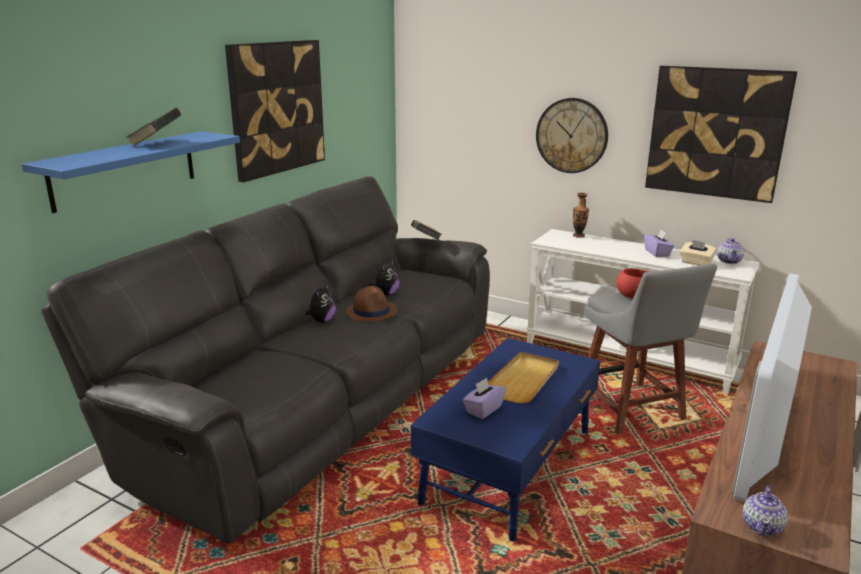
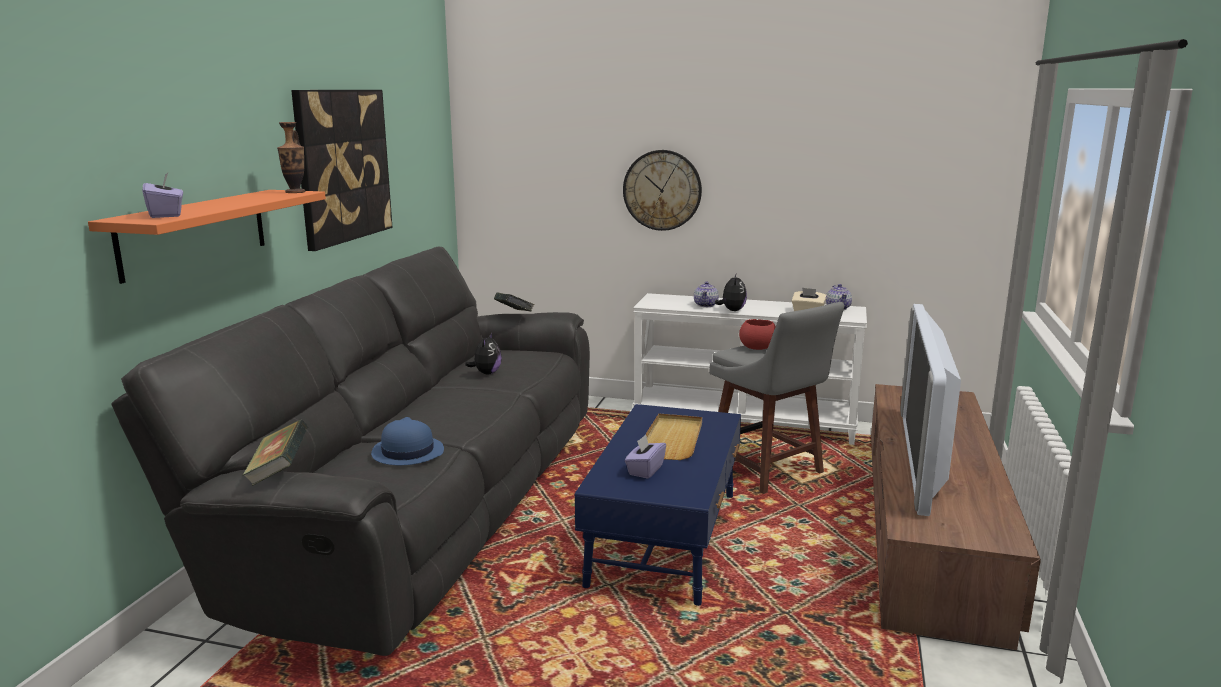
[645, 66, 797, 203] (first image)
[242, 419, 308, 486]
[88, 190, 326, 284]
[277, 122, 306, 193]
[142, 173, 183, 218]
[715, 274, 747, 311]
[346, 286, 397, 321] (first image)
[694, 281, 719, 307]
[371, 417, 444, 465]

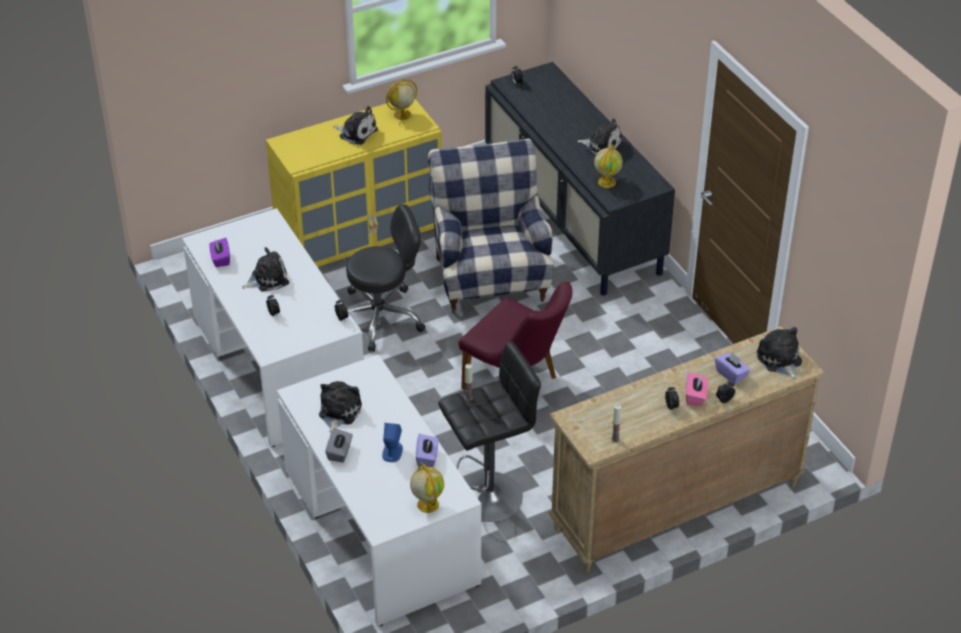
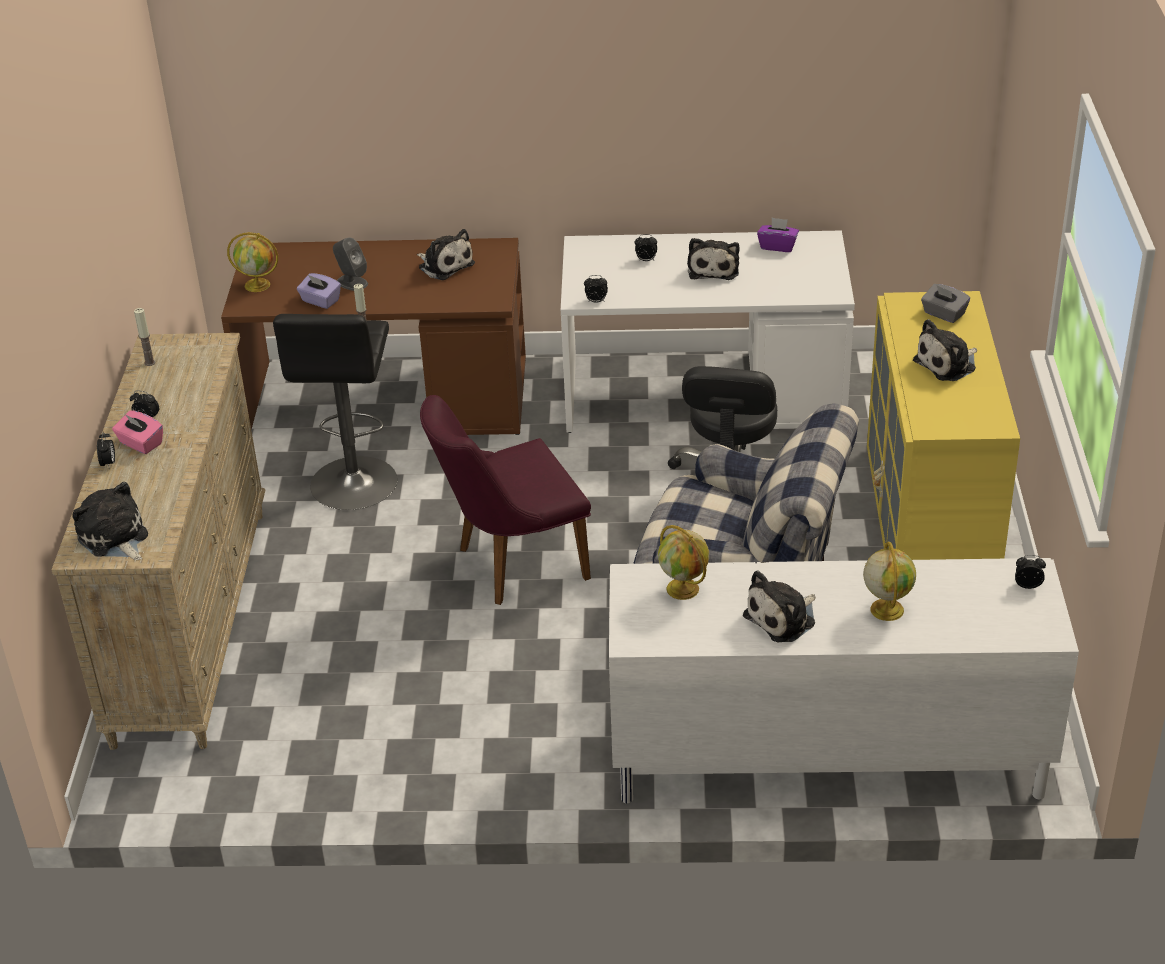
[609, 558, 1079, 803]
[863, 542, 916, 621]
[73, 482, 148, 560]
[715, 352, 750, 384] (first image)
[221, 238, 526, 435]
[333, 237, 368, 291]
[921, 284, 970, 323]

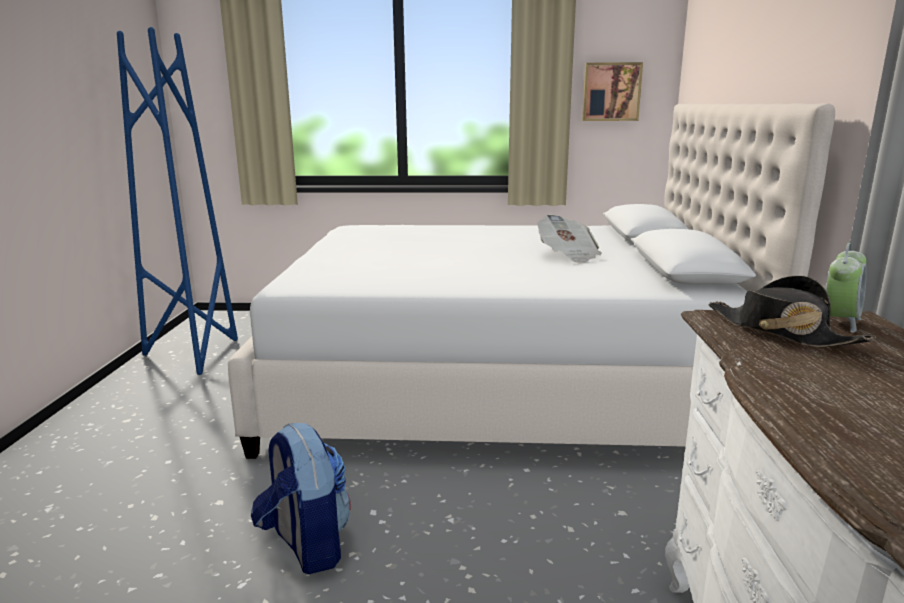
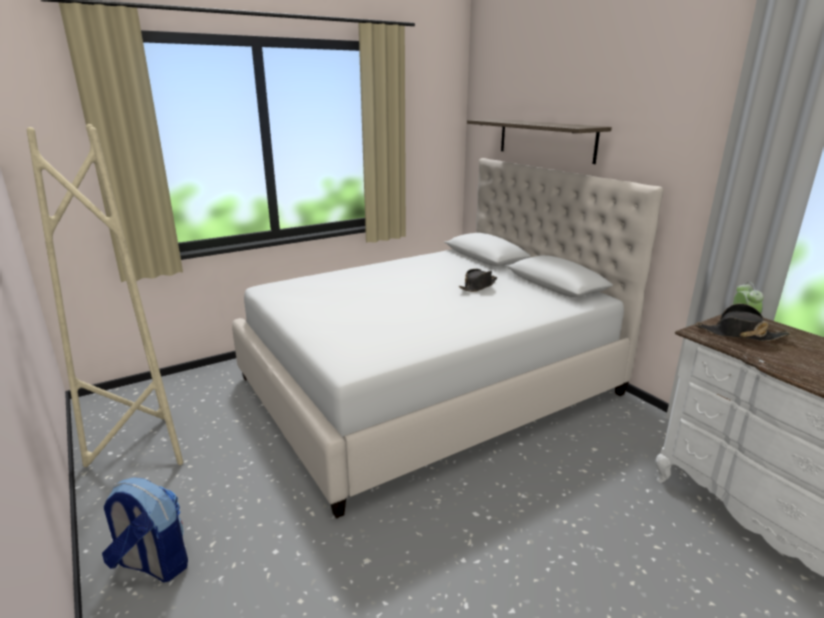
[27, 124, 183, 467]
[582, 62, 643, 121] (first image)
[459, 269, 497, 292]
[102, 477, 188, 582]
[467, 119, 612, 164]

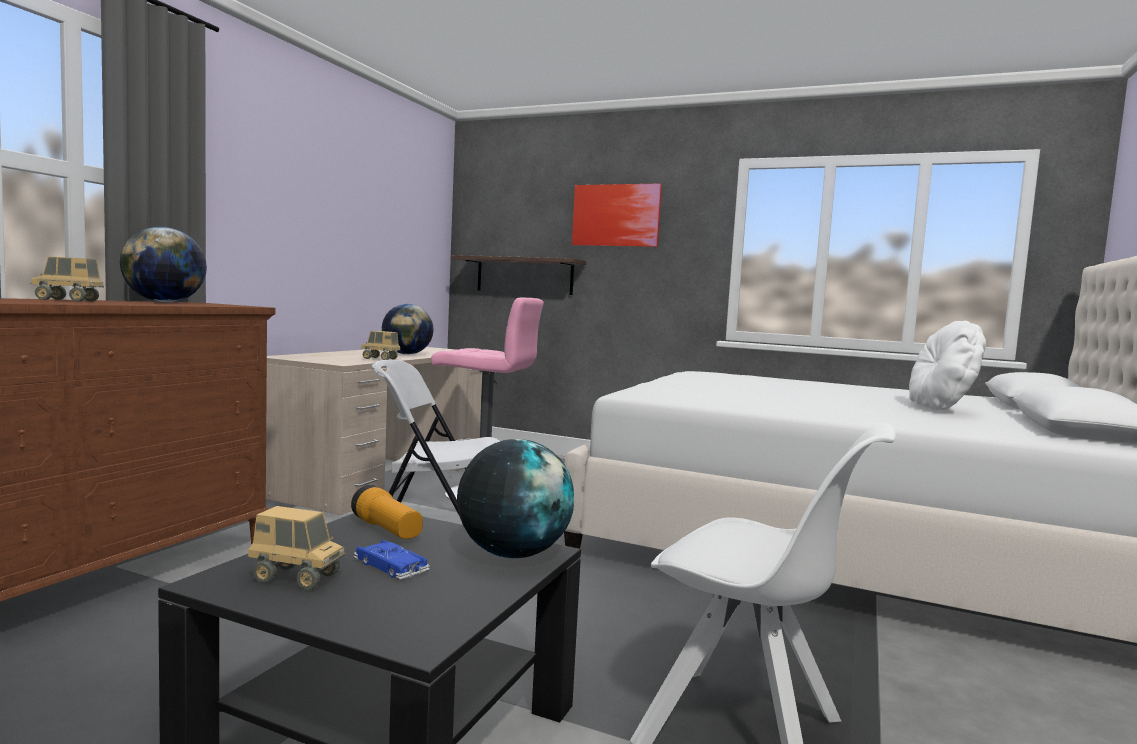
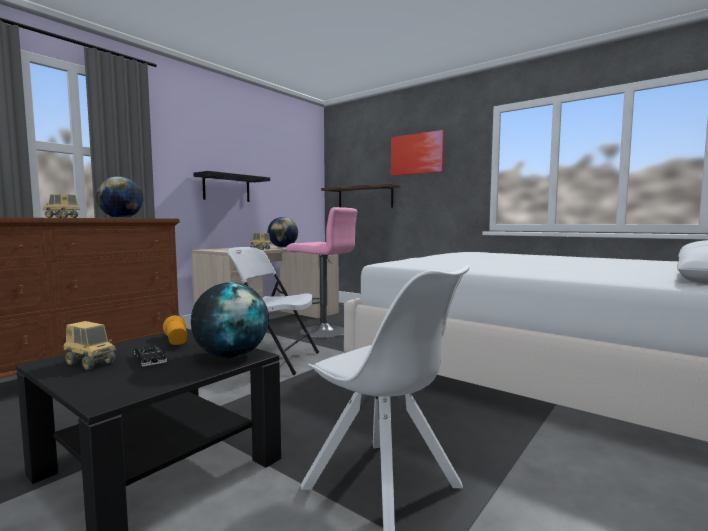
[909, 321, 986, 410] (first image)
[134, 344, 167, 367]
[193, 171, 270, 202]

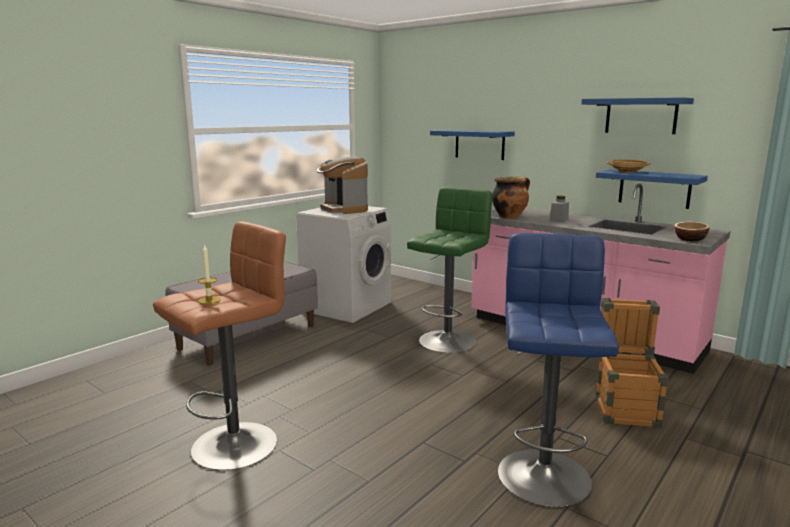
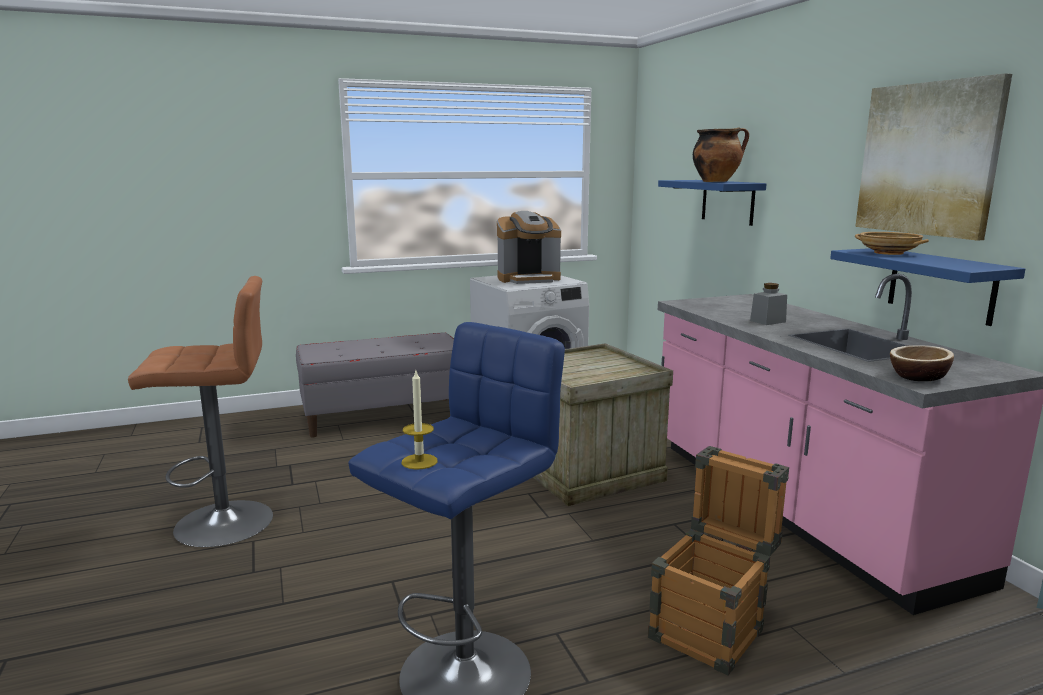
[855, 73, 1012, 241]
[497, 211, 561, 284]
[693, 127, 749, 182]
[533, 343, 673, 506]
[402, 371, 437, 470]

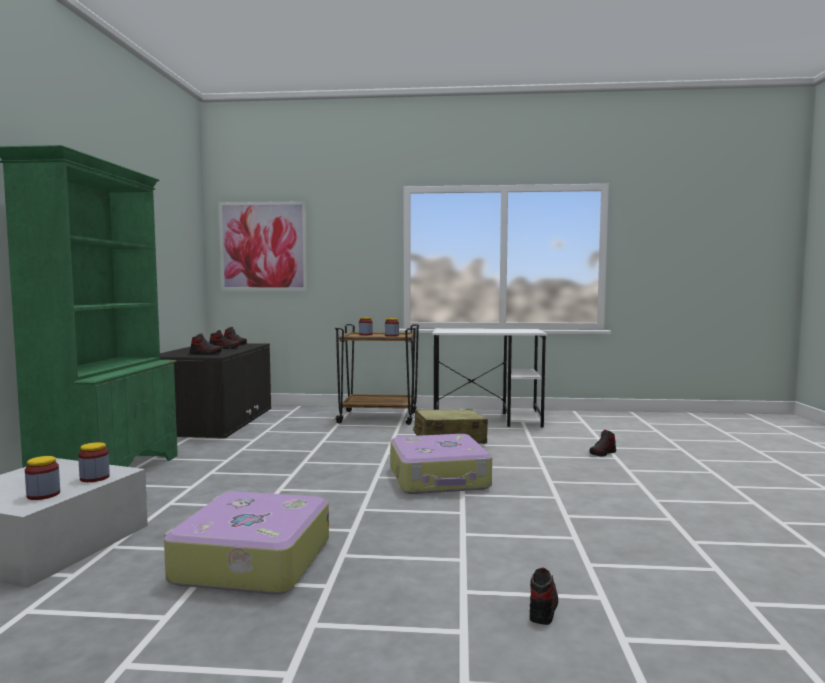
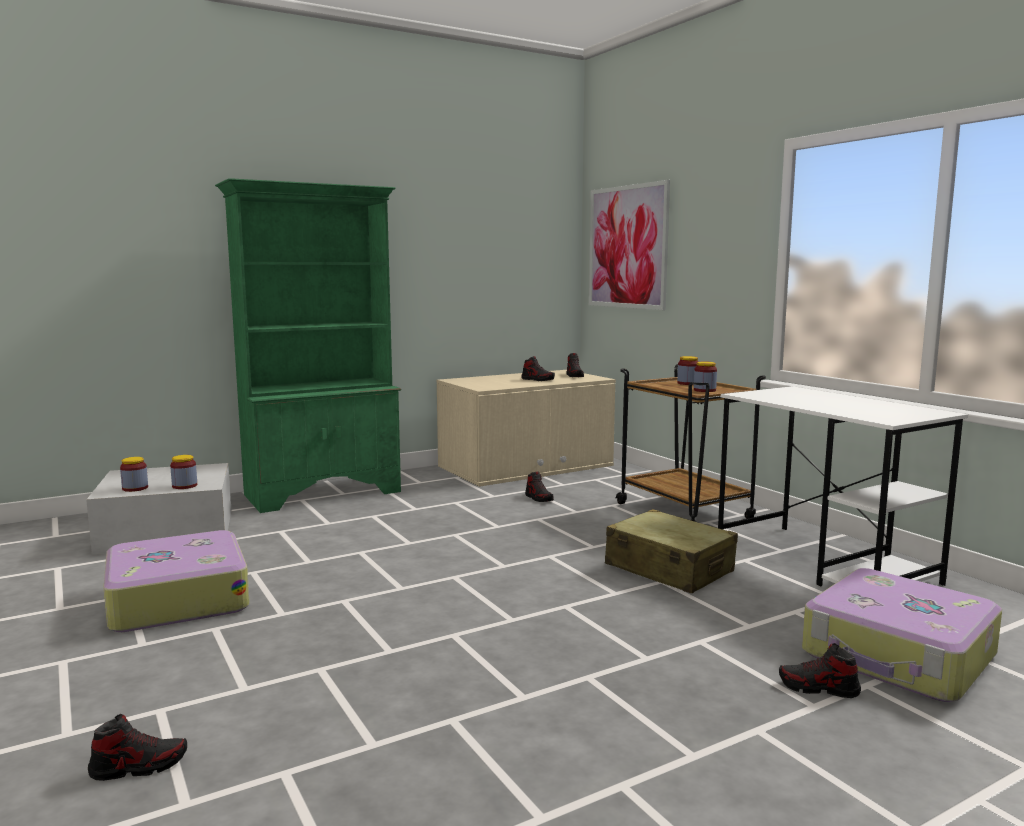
[525, 472, 554, 502]
[437, 370, 616, 487]
[802, 568, 1002, 702]

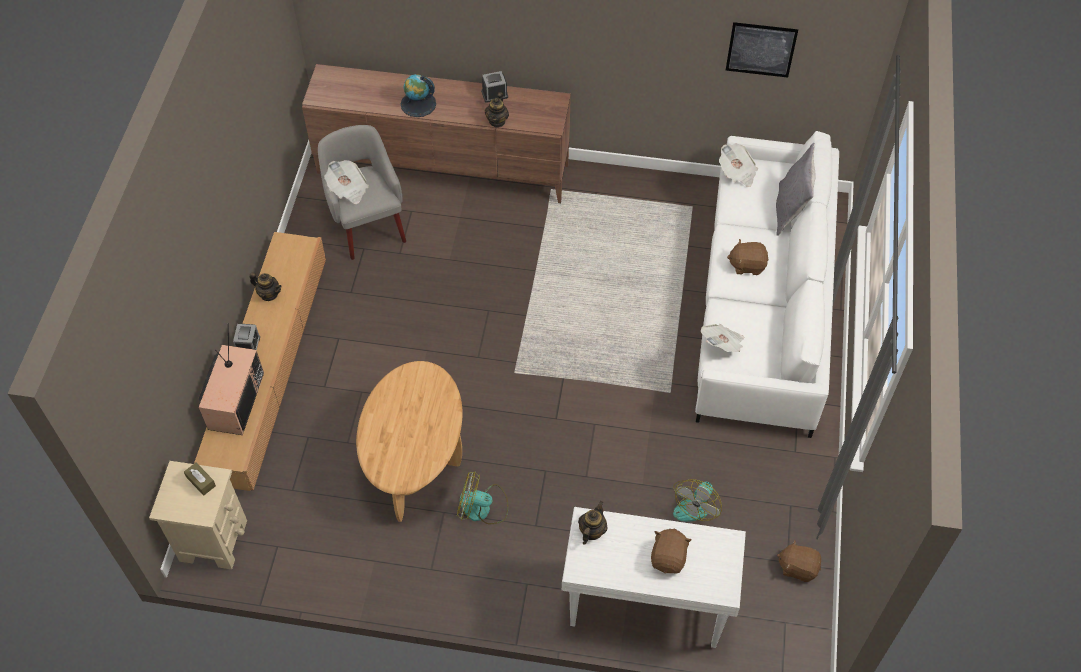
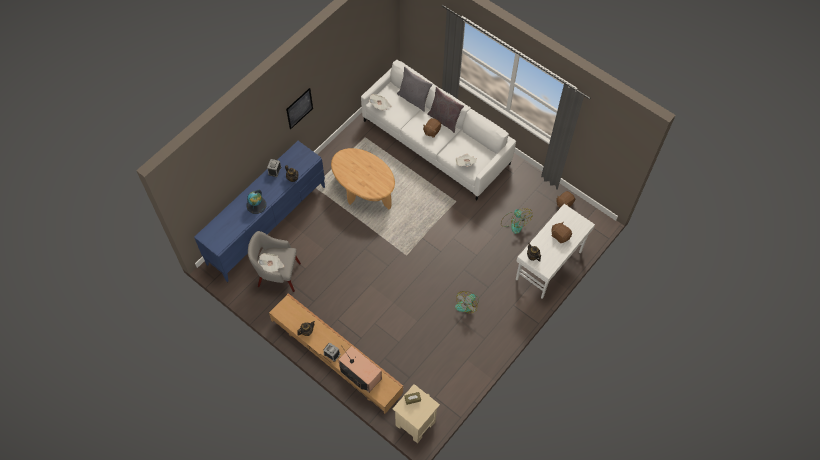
[286, 88, 313, 130]
[194, 141, 325, 282]
[331, 148, 395, 209]
[427, 87, 464, 133]

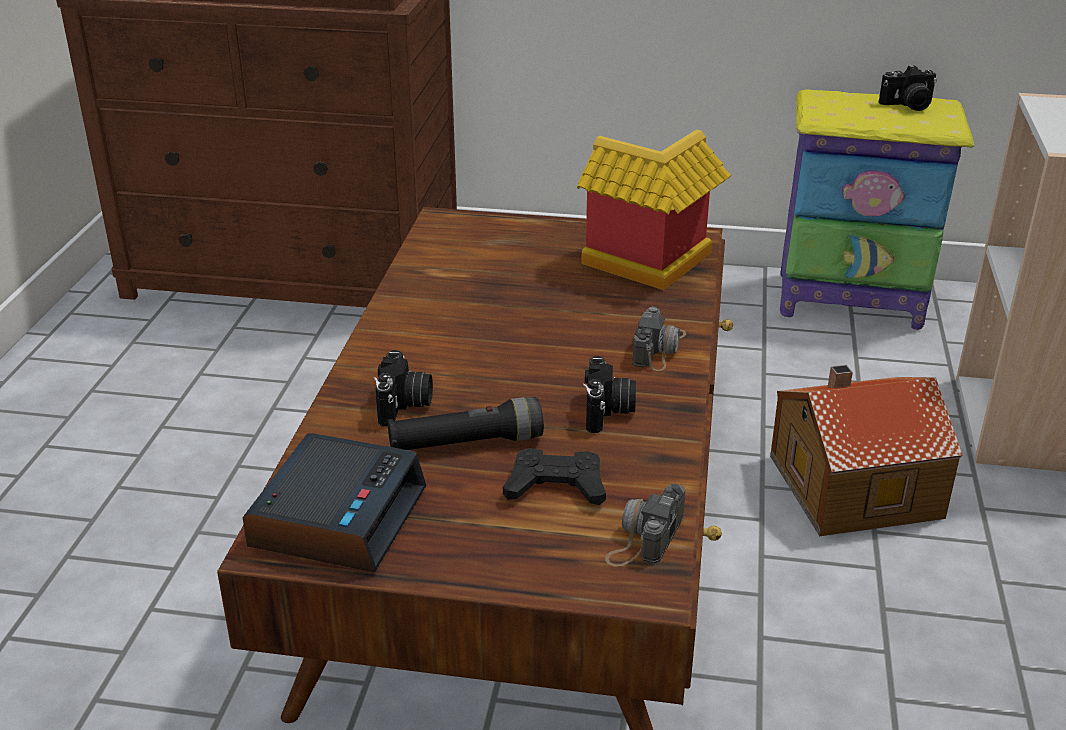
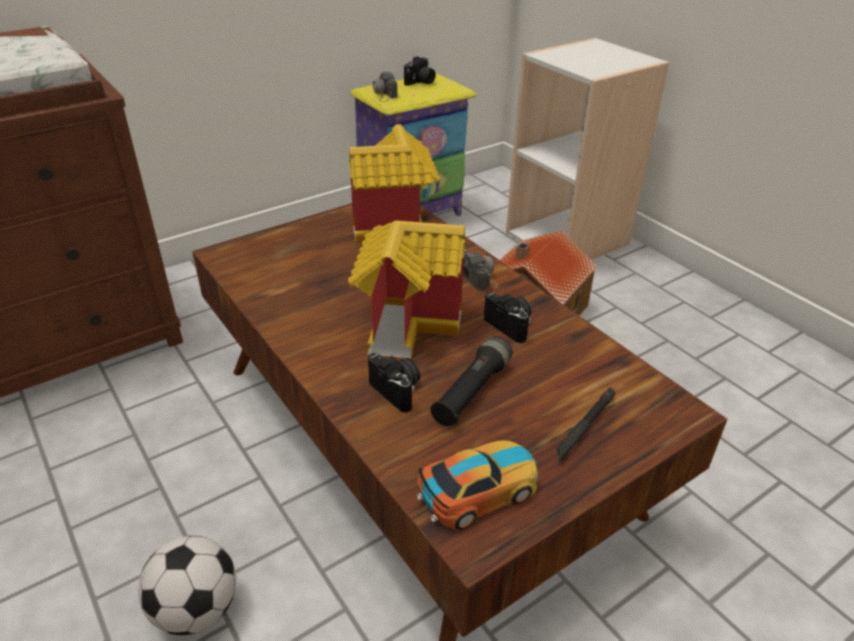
[417, 440, 538, 530]
[503, 448, 606, 505] (first image)
[373, 72, 397, 102]
[348, 221, 465, 358]
[557, 387, 615, 463]
[138, 536, 236, 635]

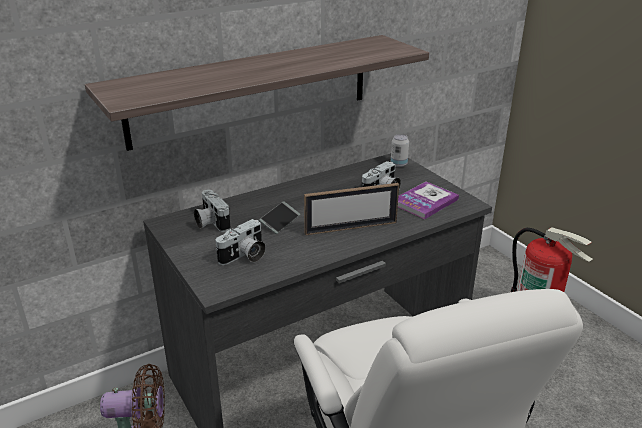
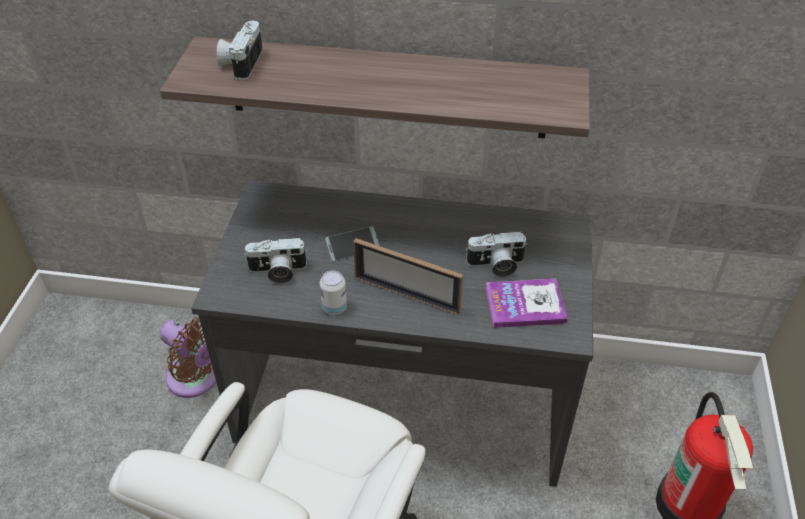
[320, 270, 347, 315]
[216, 21, 263, 80]

